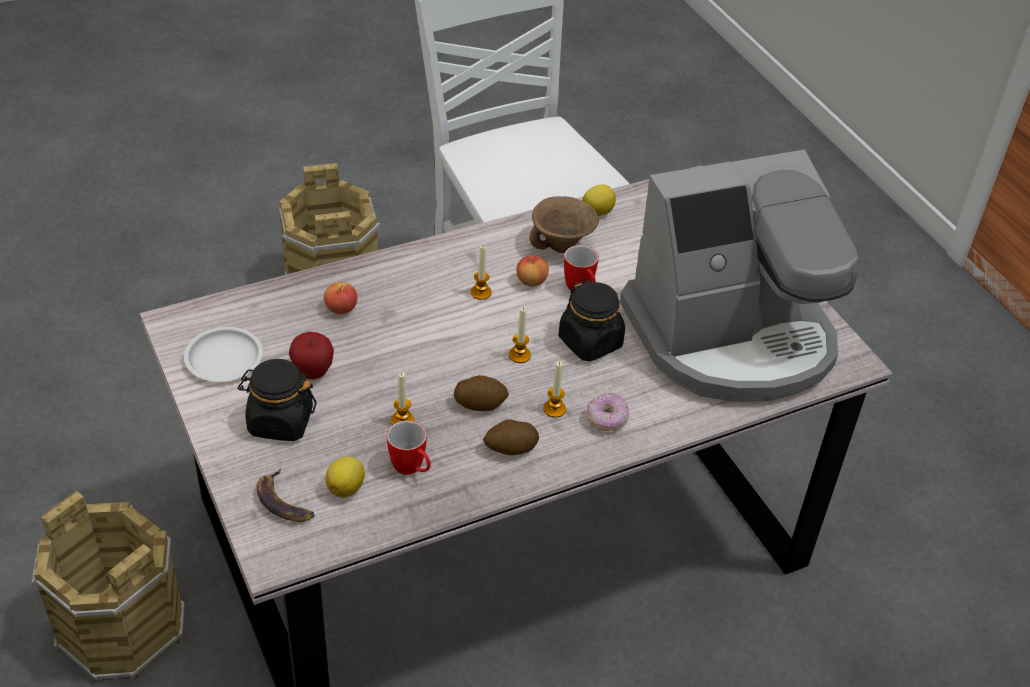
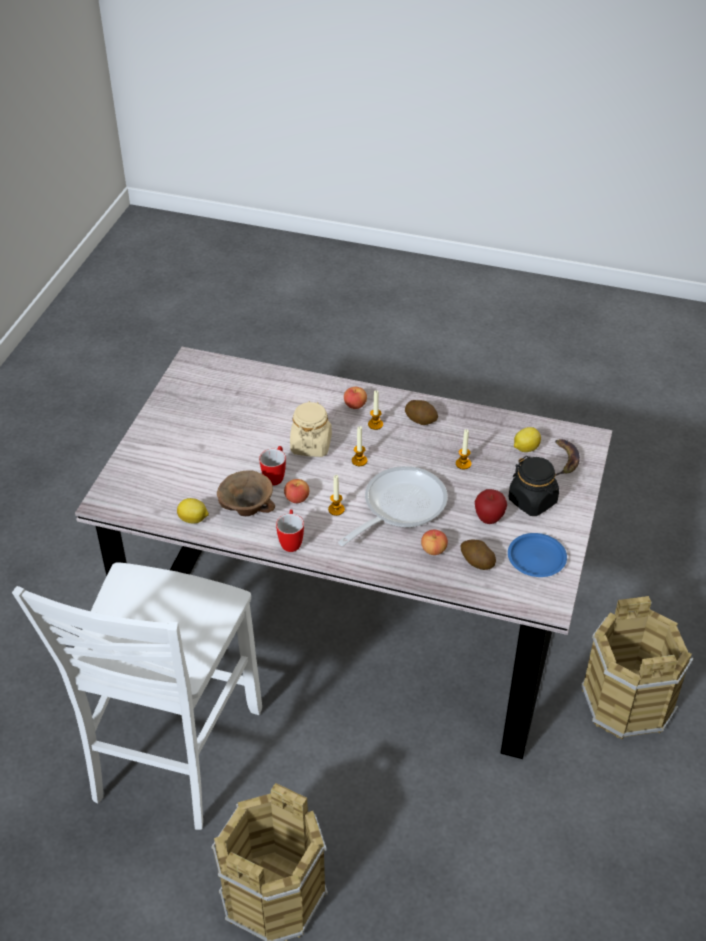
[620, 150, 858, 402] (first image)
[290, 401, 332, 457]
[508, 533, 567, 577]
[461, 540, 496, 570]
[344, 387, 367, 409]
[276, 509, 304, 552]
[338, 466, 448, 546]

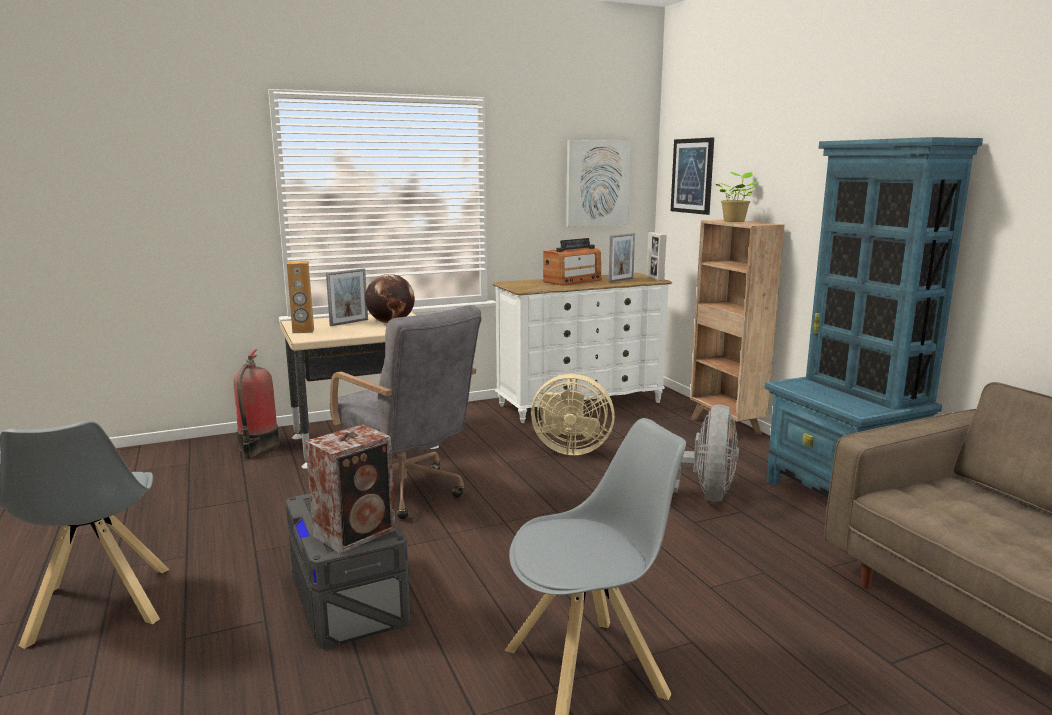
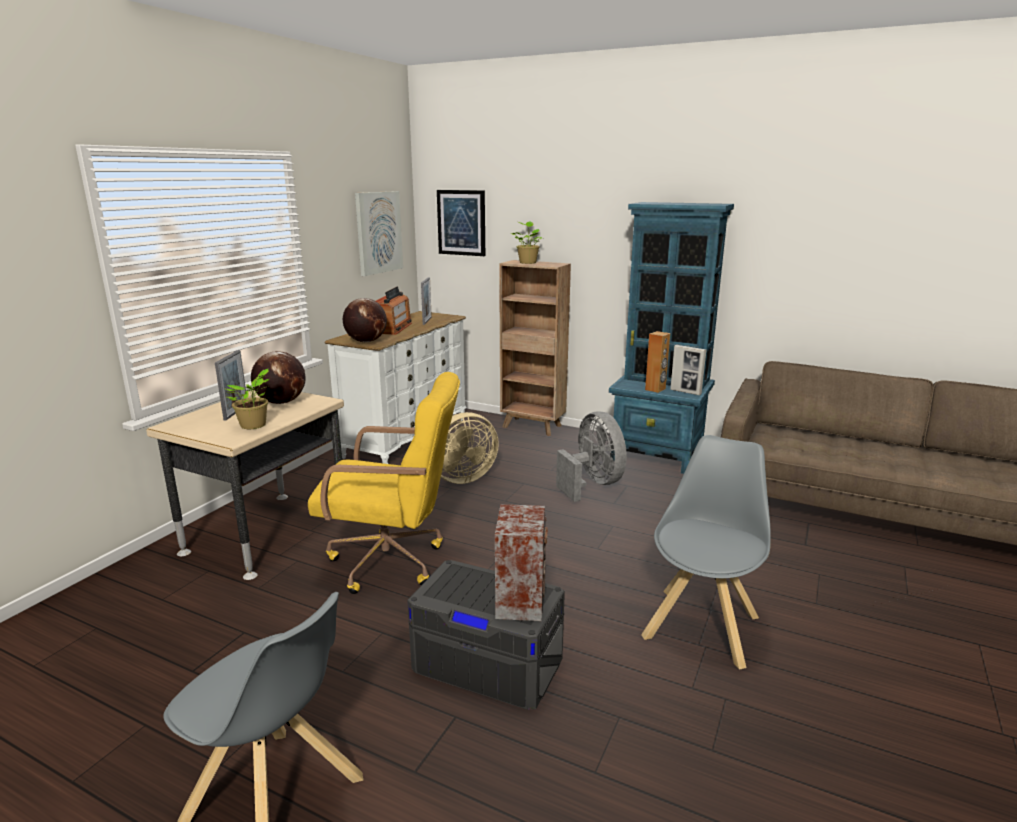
[670, 345, 707, 395]
[645, 331, 670, 393]
[308, 372, 460, 594]
[233, 349, 280, 459] (first image)
[343, 298, 387, 342]
[226, 369, 269, 429]

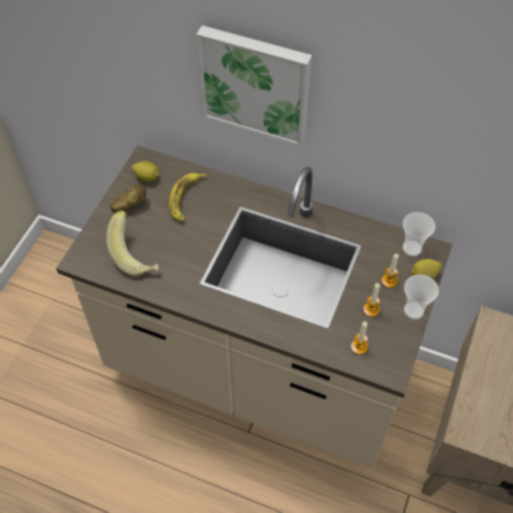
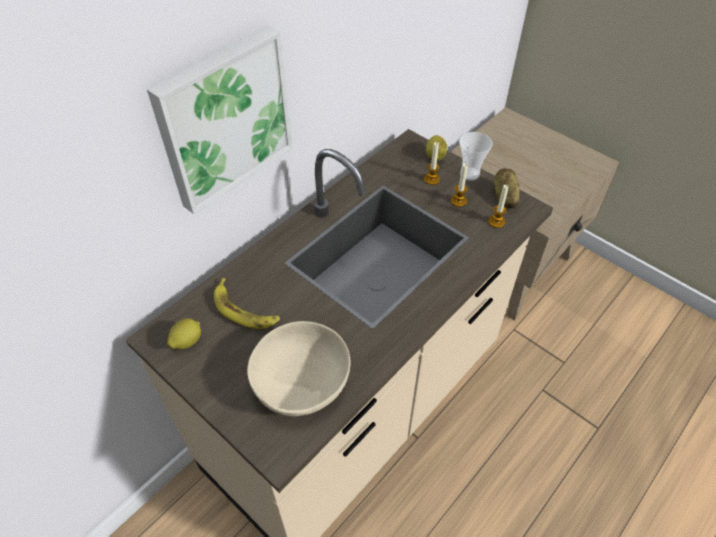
[494, 168, 520, 208]
[247, 321, 350, 416]
[402, 212, 435, 256] (first image)

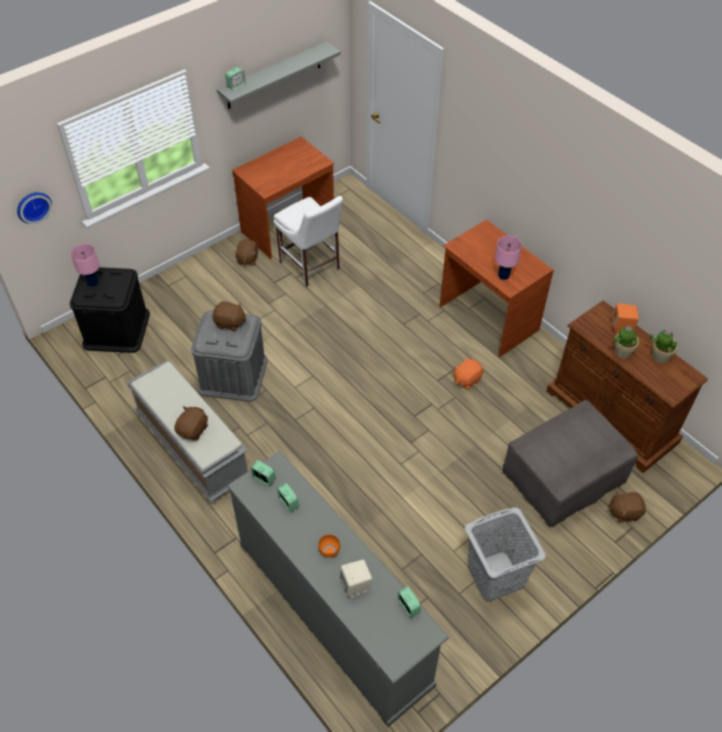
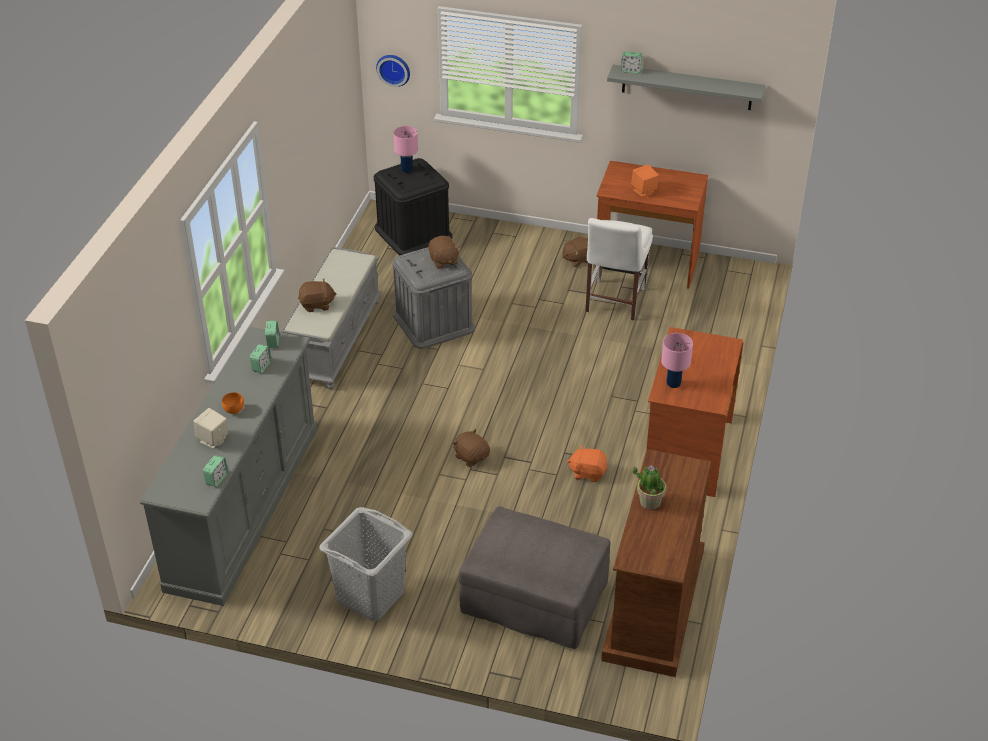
[631, 164, 659, 197]
[649, 330, 677, 364] (first image)
[453, 429, 490, 467]

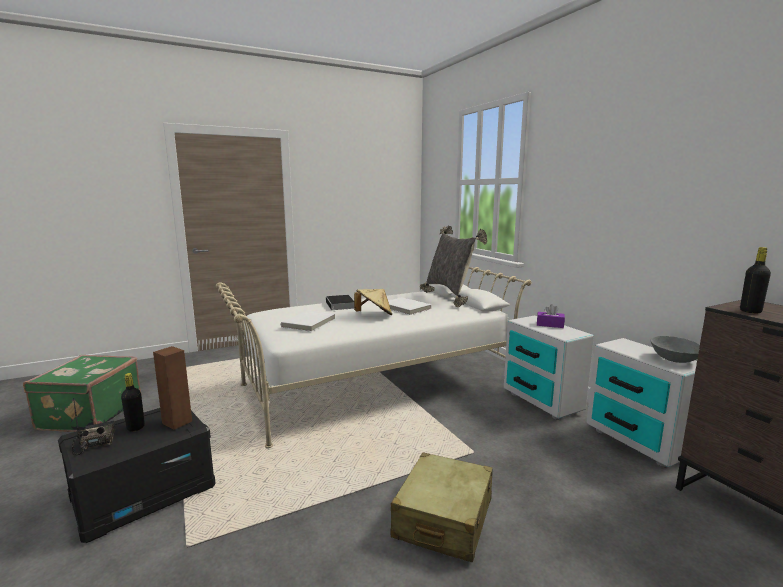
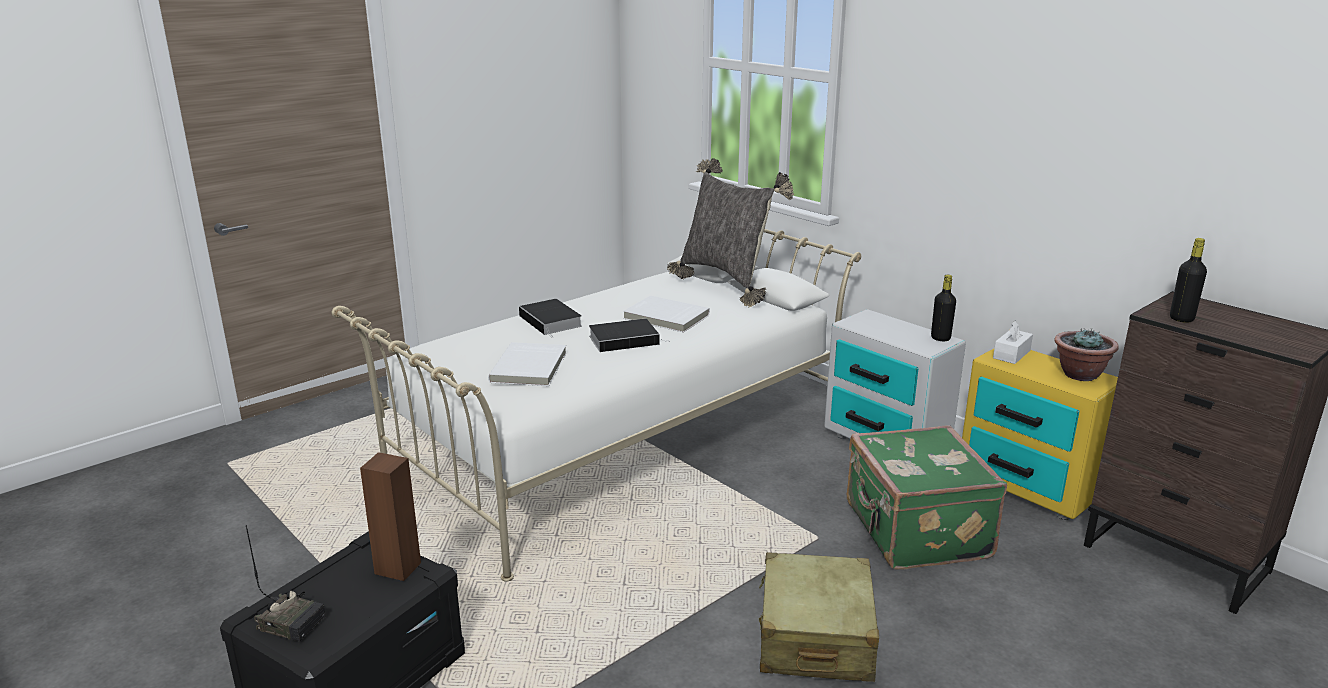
[589, 319, 668, 352]
[537, 304, 565, 328] (first image)
[1054, 328, 1119, 381]
[962, 349, 1118, 520]
[847, 425, 1007, 570]
[931, 275, 956, 341]
[246, 525, 326, 642]
[993, 320, 1033, 364]

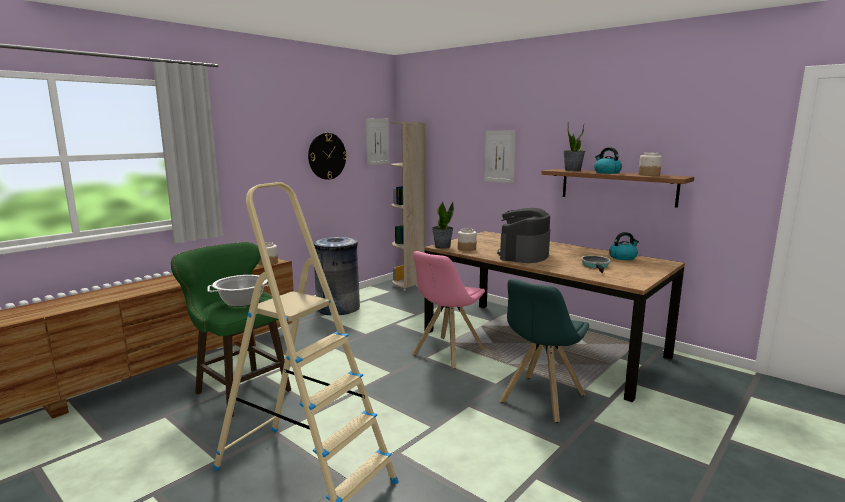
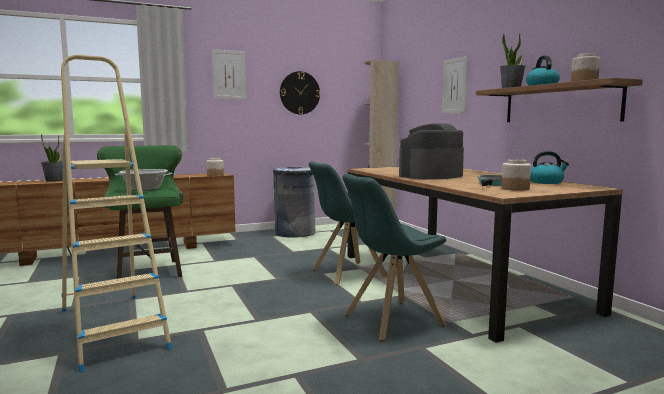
[212, 49, 246, 100]
[41, 134, 63, 182]
[501, 159, 531, 191]
[309, 161, 388, 285]

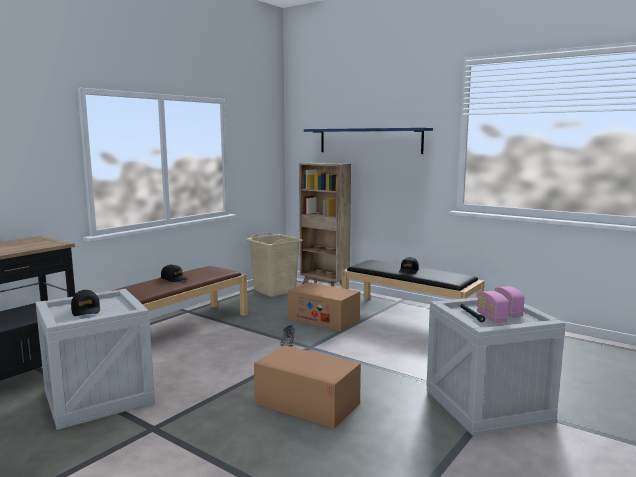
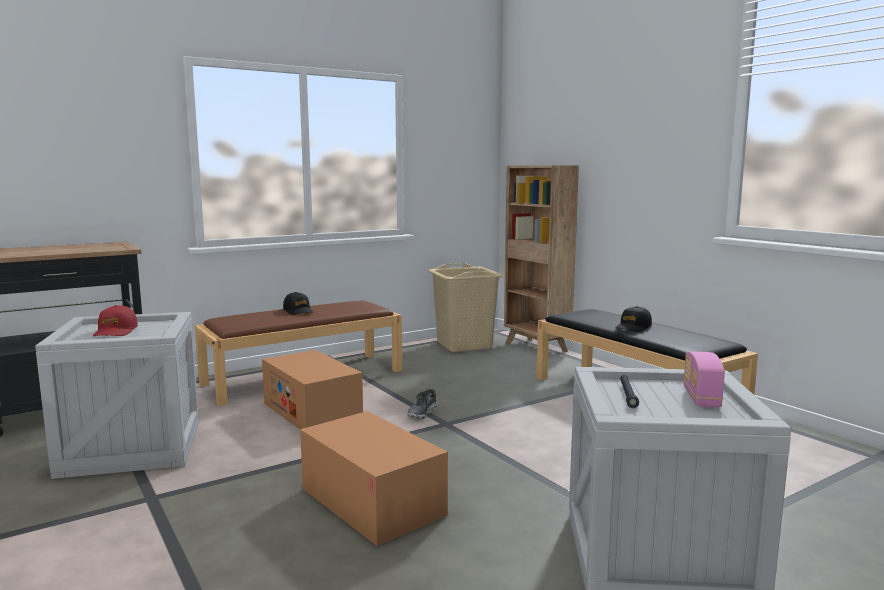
[304, 128, 433, 154] (first image)
[262, 350, 363, 429]
[93, 305, 138, 337]
[477, 291, 509, 323] (first image)

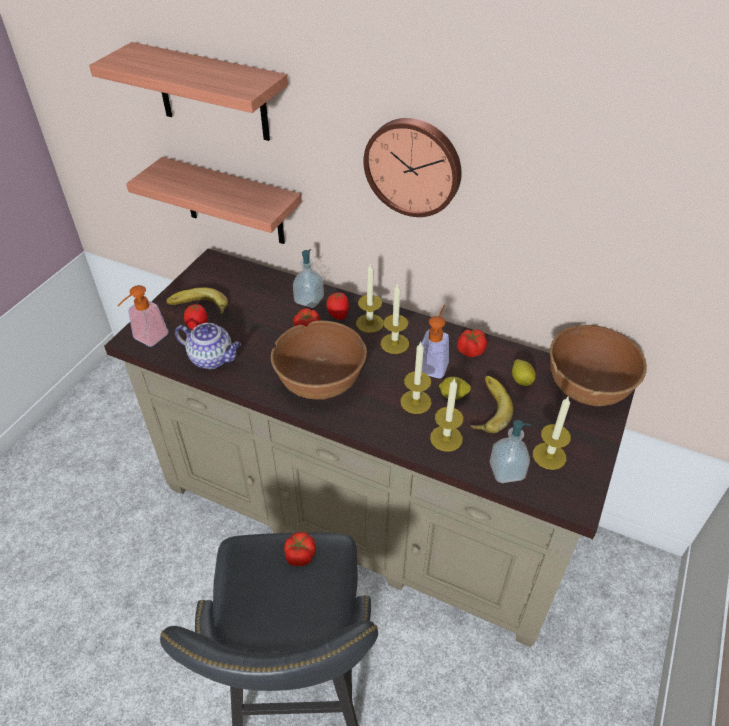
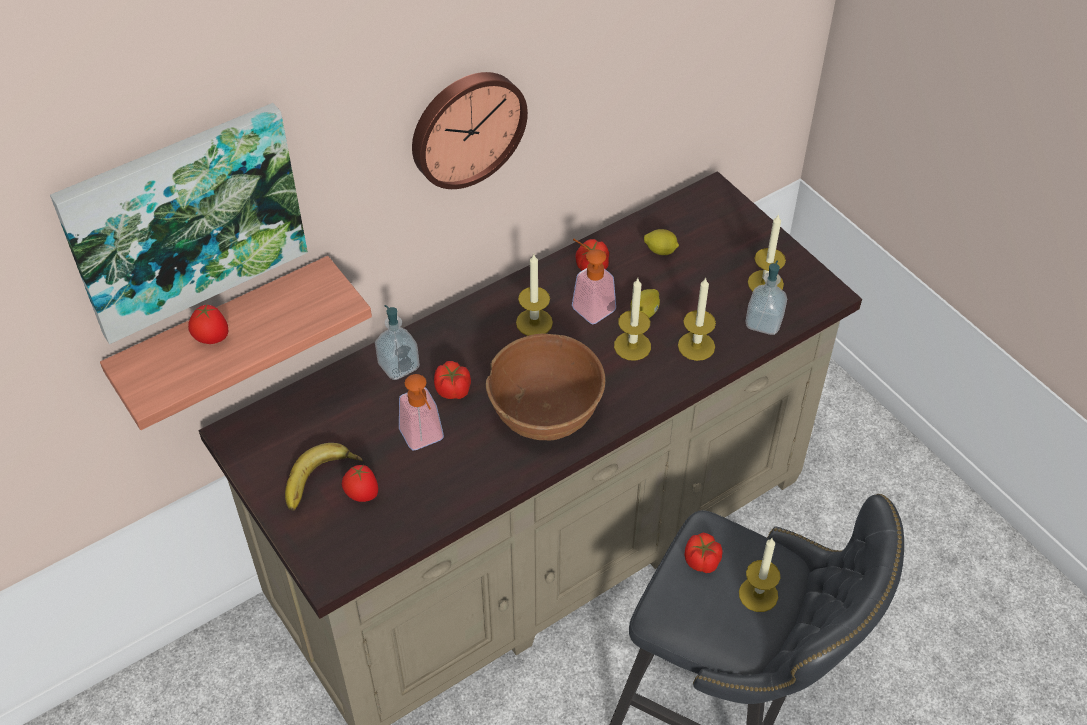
[50, 103, 308, 344]
[739, 537, 780, 612]
[399, 374, 444, 450]
[188, 305, 228, 344]
[175, 323, 241, 369] (first image)
[550, 325, 647, 406] (first image)
[470, 376, 514, 433] (first image)

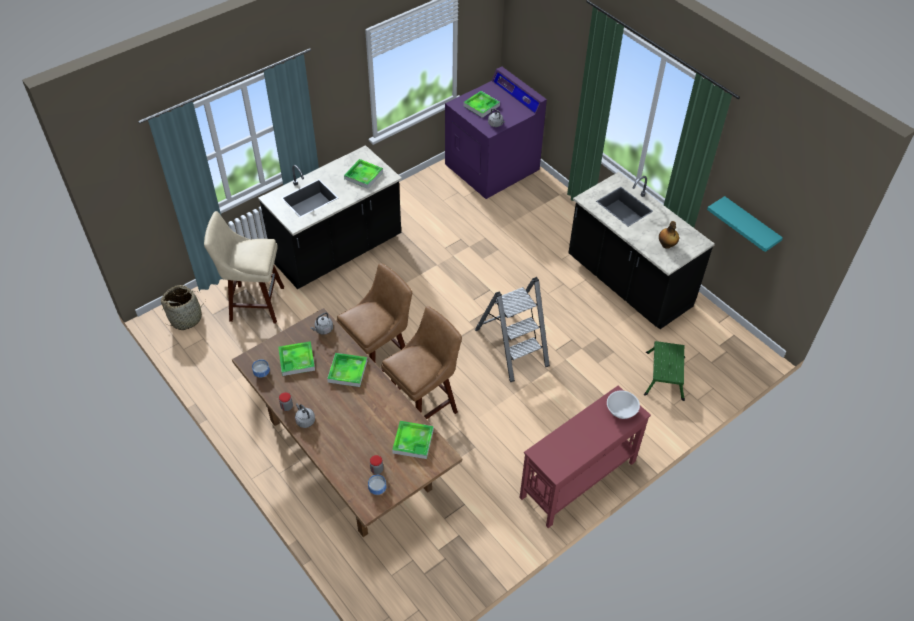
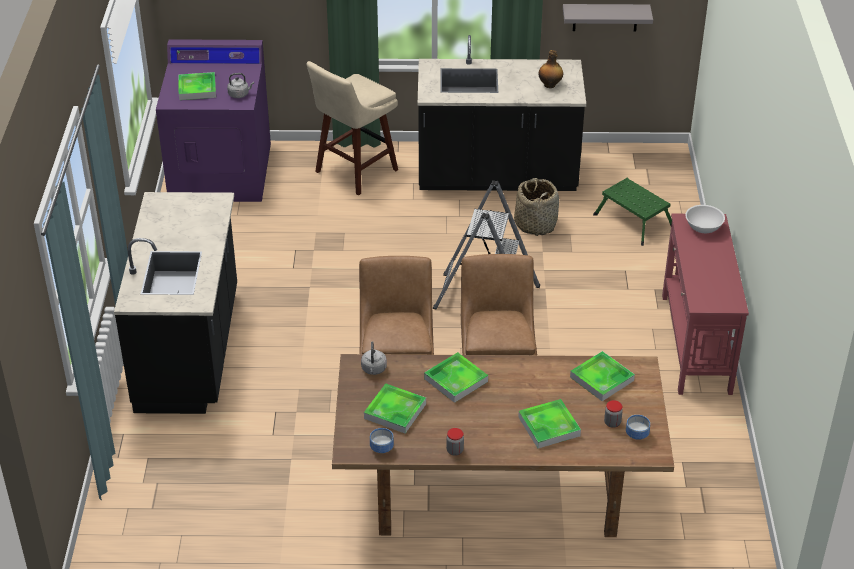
[518, 399, 581, 448]
[563, 4, 653, 32]
[307, 61, 398, 195]
[514, 178, 559, 236]
[295, 403, 315, 428] (first image)

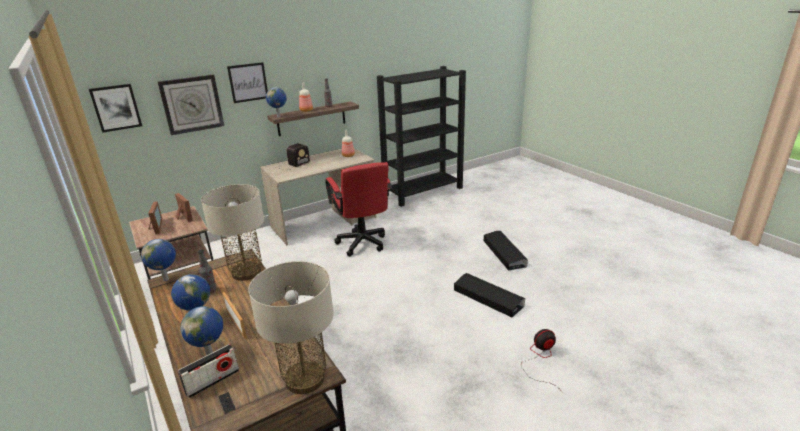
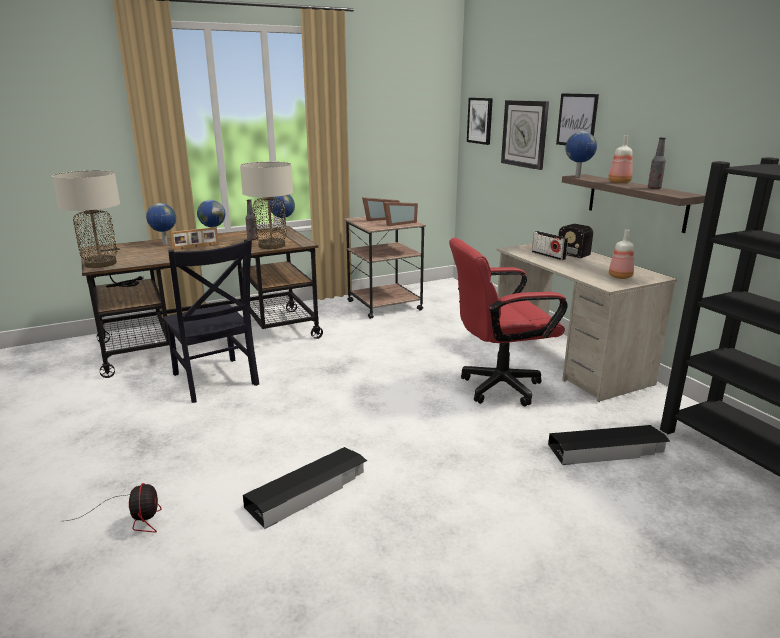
[548, 425, 670, 465]
[532, 231, 568, 260]
[163, 239, 259, 403]

